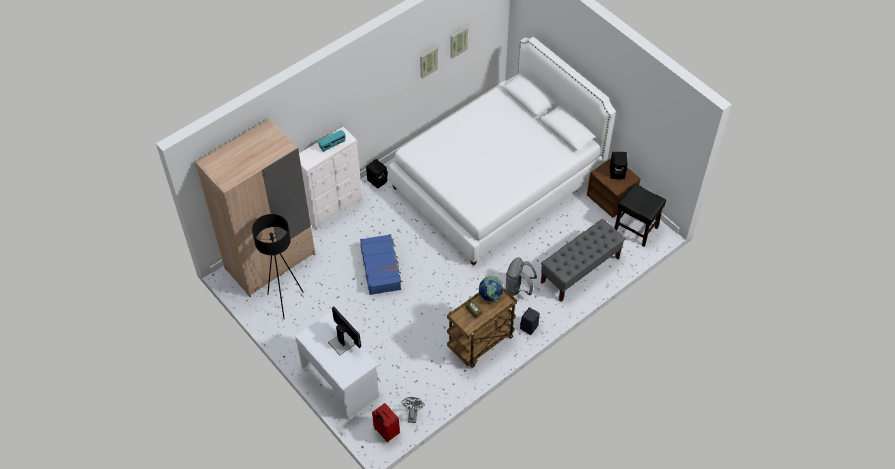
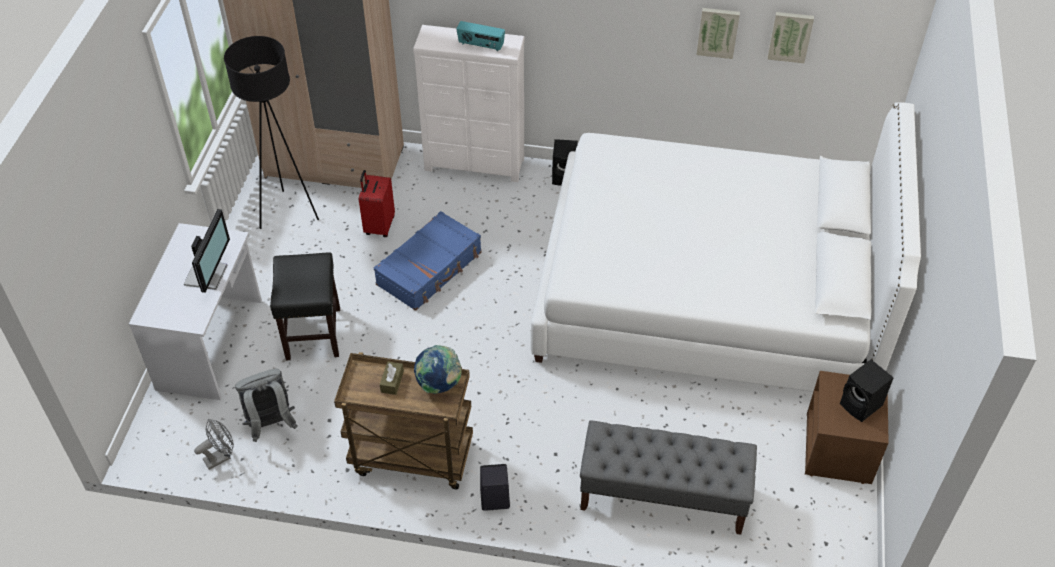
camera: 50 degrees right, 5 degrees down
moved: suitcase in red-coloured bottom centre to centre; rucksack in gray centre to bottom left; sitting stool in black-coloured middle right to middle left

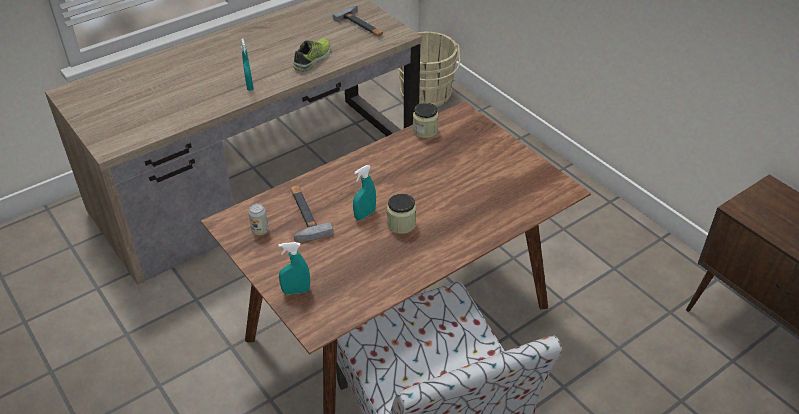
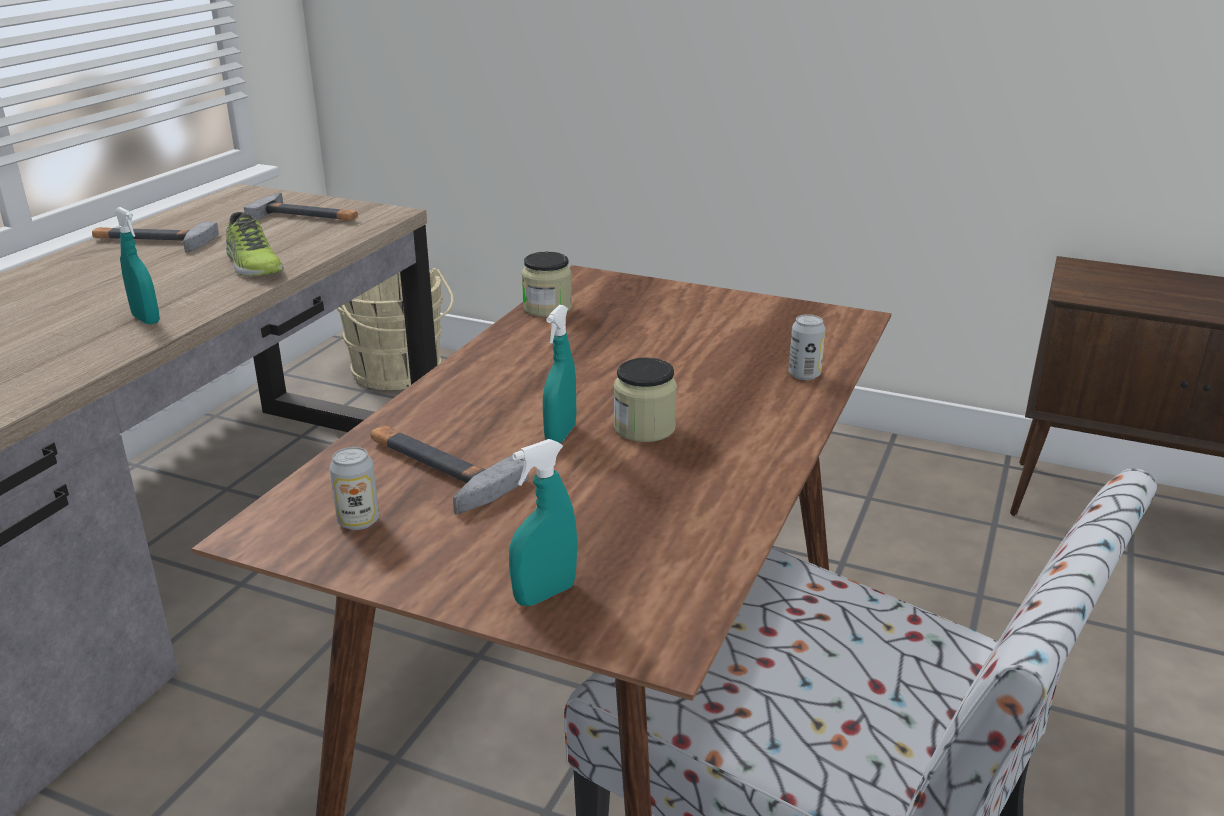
camera: 30 degrees left, 15 degrees down
added: tool hammer (1st from left) top left; can (2nd from left) centre
turned: shoe top centre = top left 150 degrees clockwise

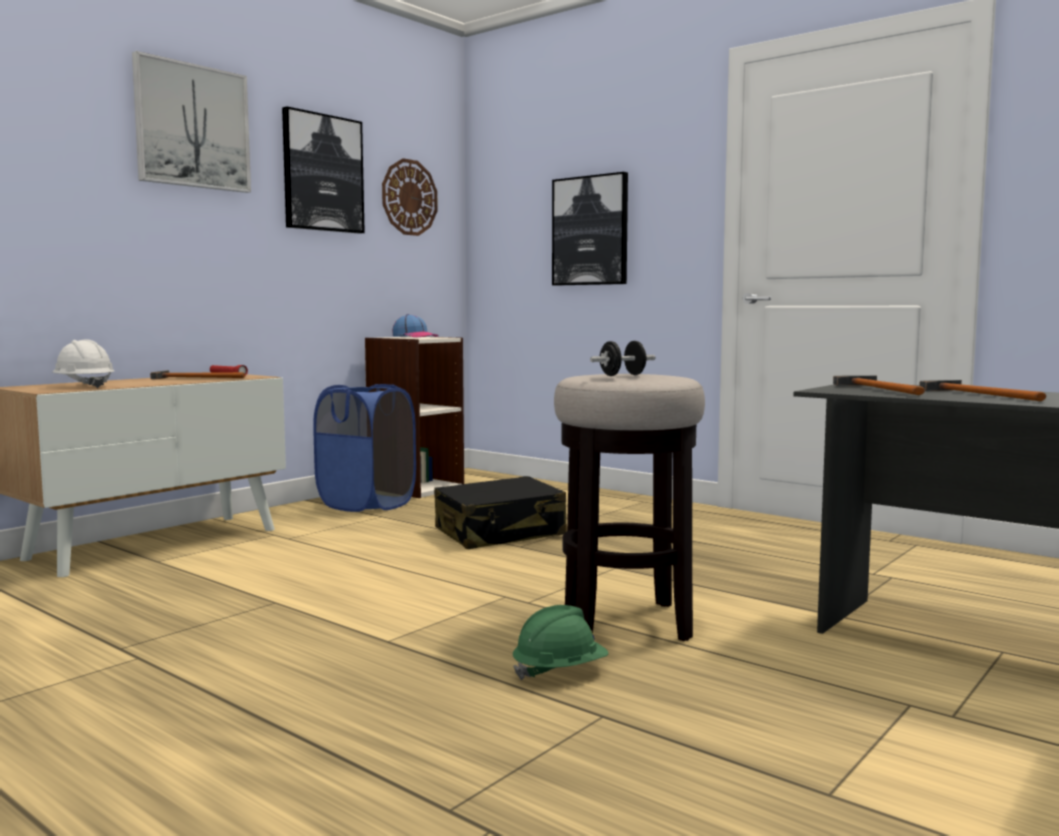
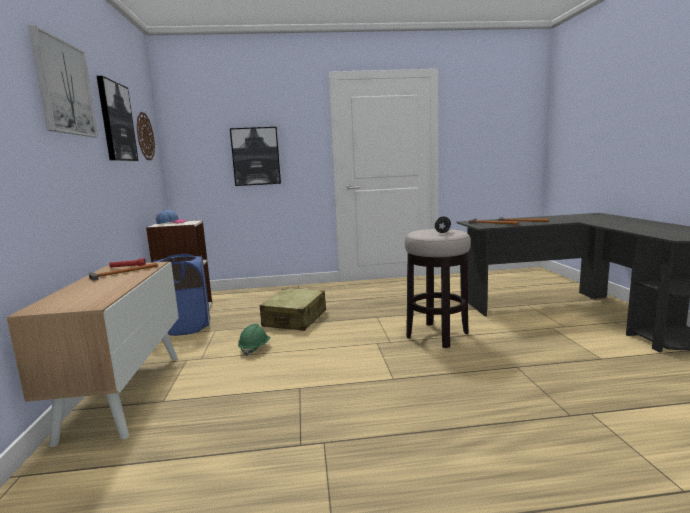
camera: 45 degrees left, 5 degrees up
removed: safety helmet in white middle left
moved: safety helmet in green-coloured bottom centre to centre
recoloured: suitcase in black-coloured centre to suitcase in sand-coloured centre

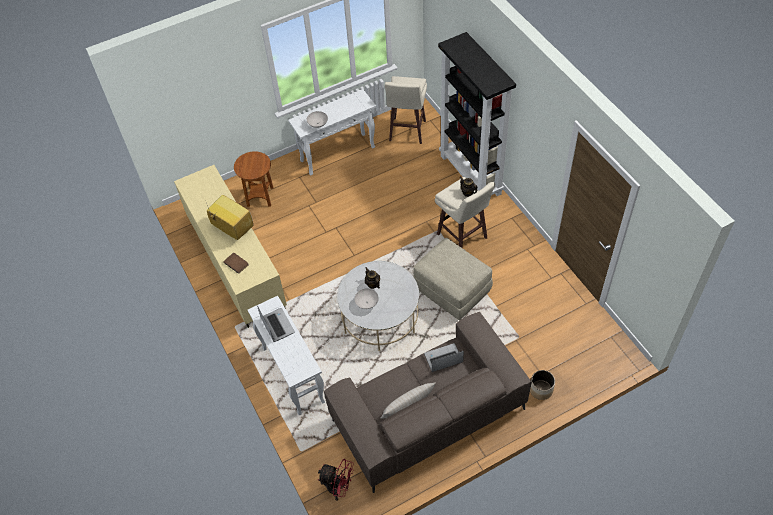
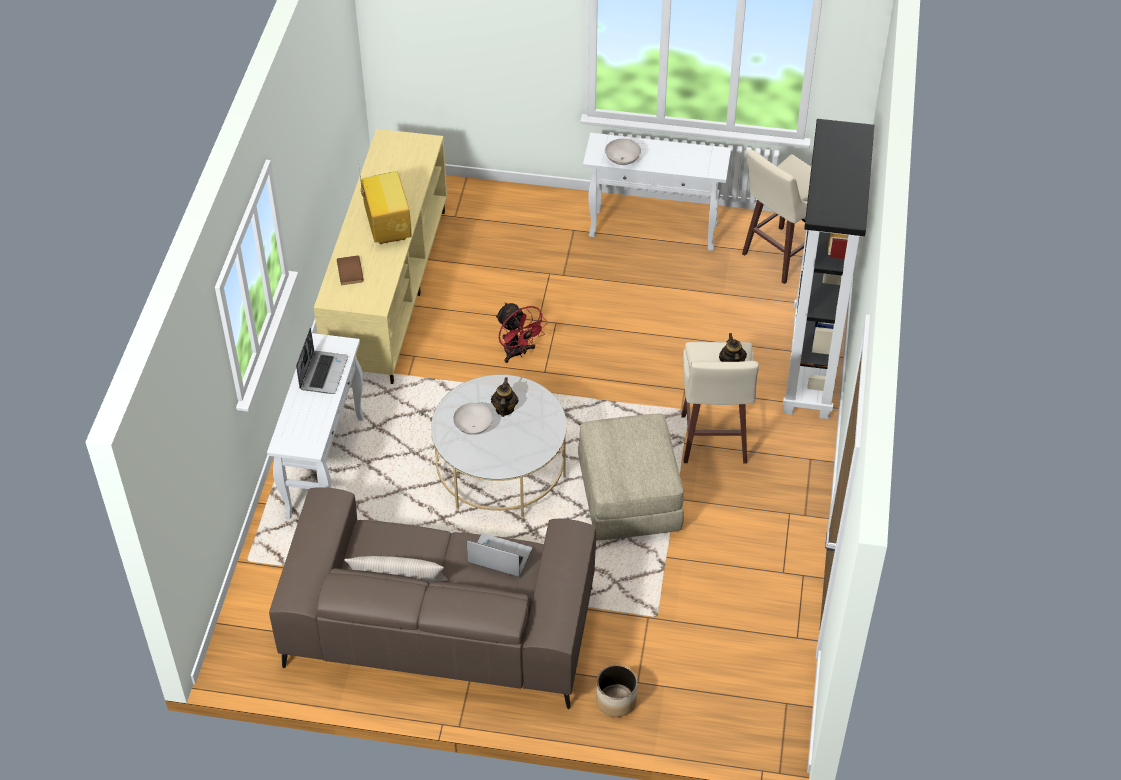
camera: 35 degrees right, 5 degrees down
removed: side table in brown-coloured middle left
moved: fan in red-coloured bottom centre to centre

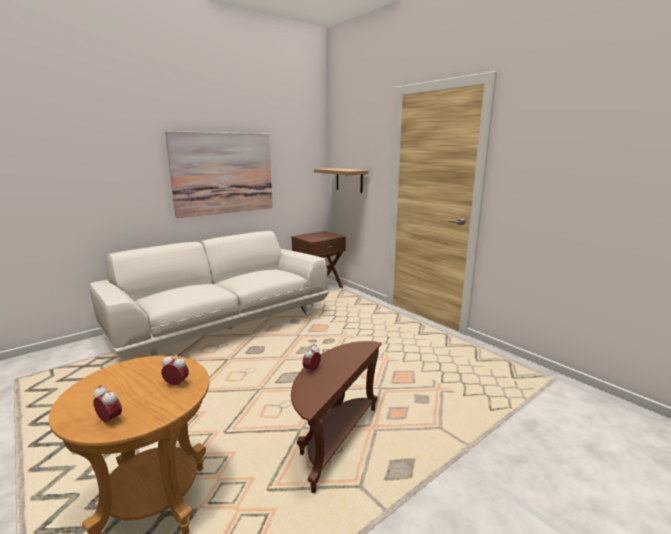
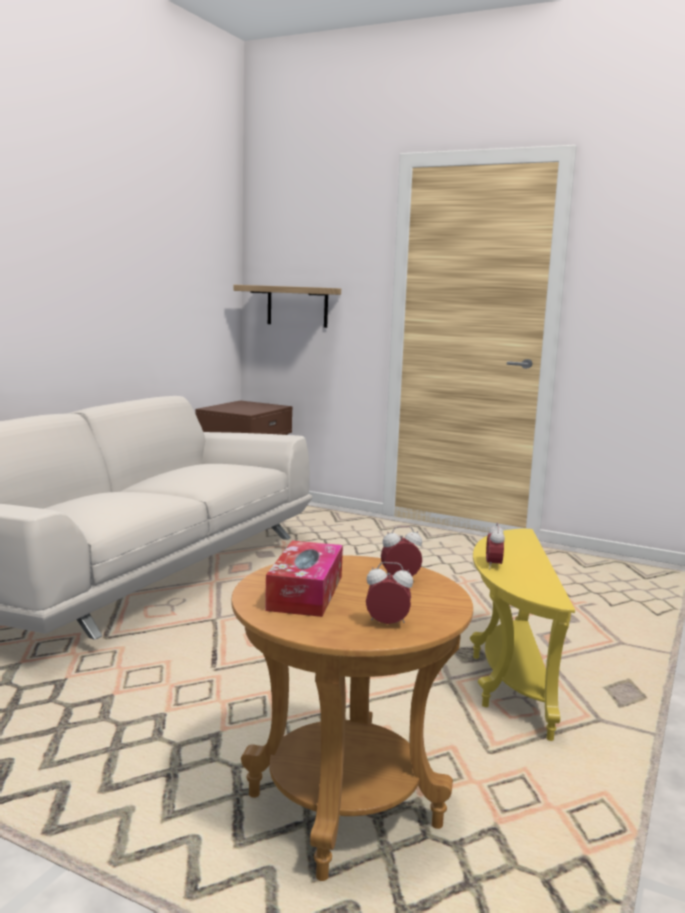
camera: 25 degrees left, 5 degrees down
removed: picture top left
added: tissue holder centre
recoloured: side table in brown-coloured (2nd from left) bottom centre to side table in yellow-coloured bottom right

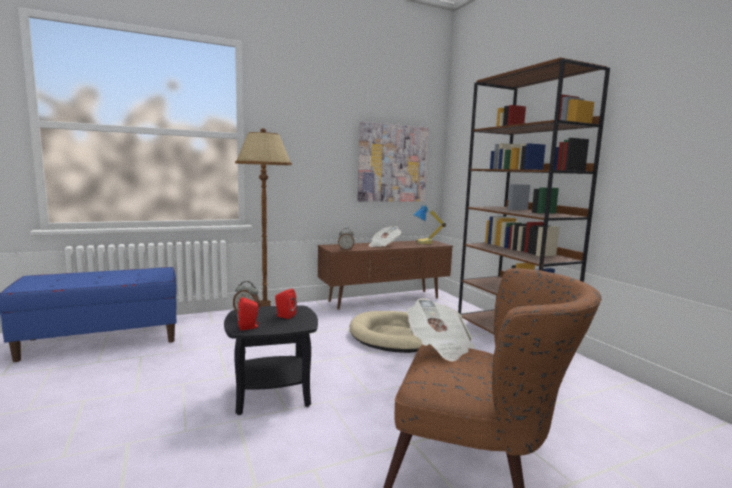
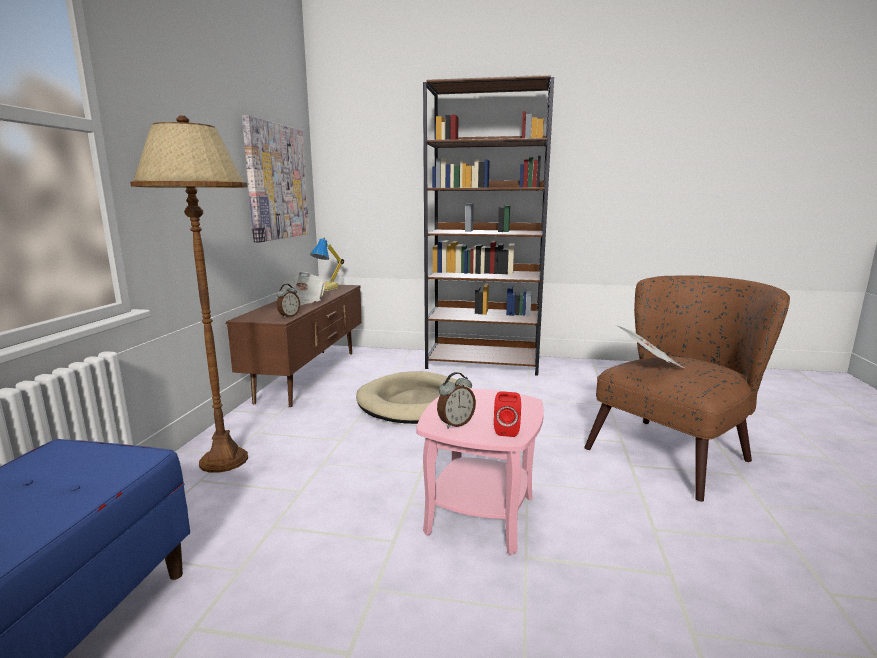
camera: 55 degrees left, 5 degrees up
removed: loudspeaker in red-coloured (2nd from left) centre
recoloured: side table in black-coloured bottom centre to side table in pink bottom centre

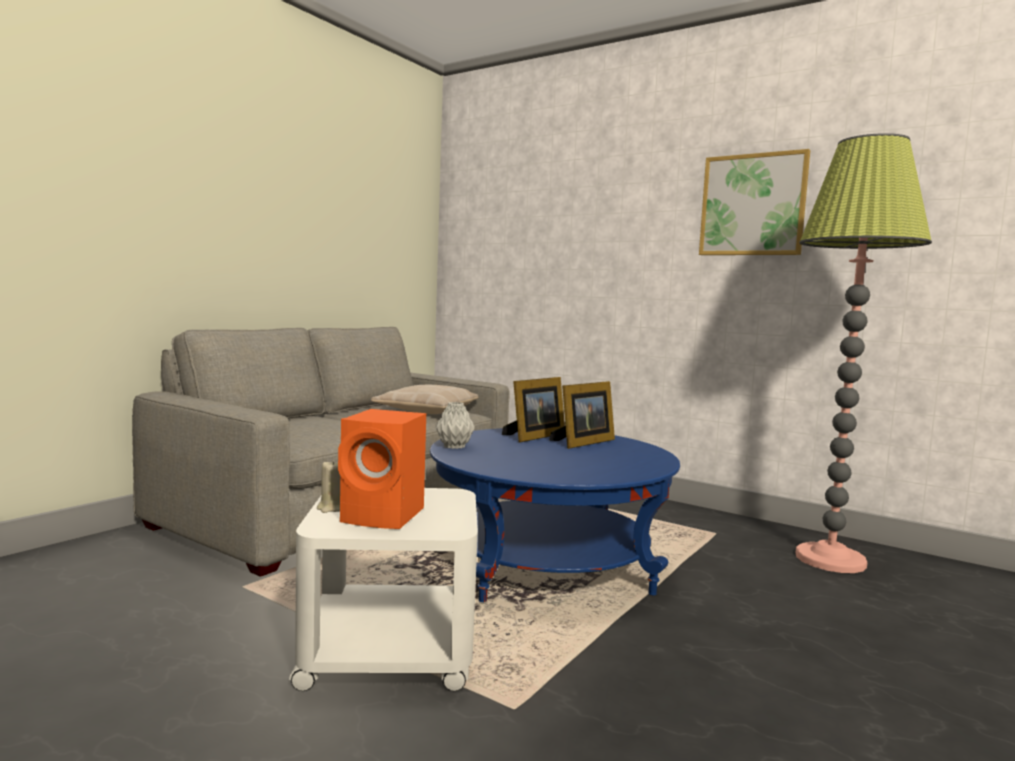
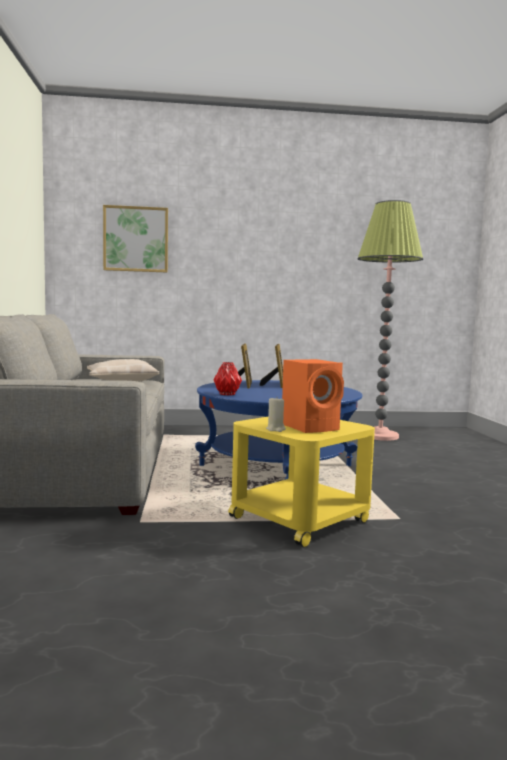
camera: 40 degrees left, 0 degrees up
moved: picture top right to top left
recoloured: side table in white bottom centre to side table in yellow-coloured centre; decorative vase in gray centre to decorative vase in red-coloured centre

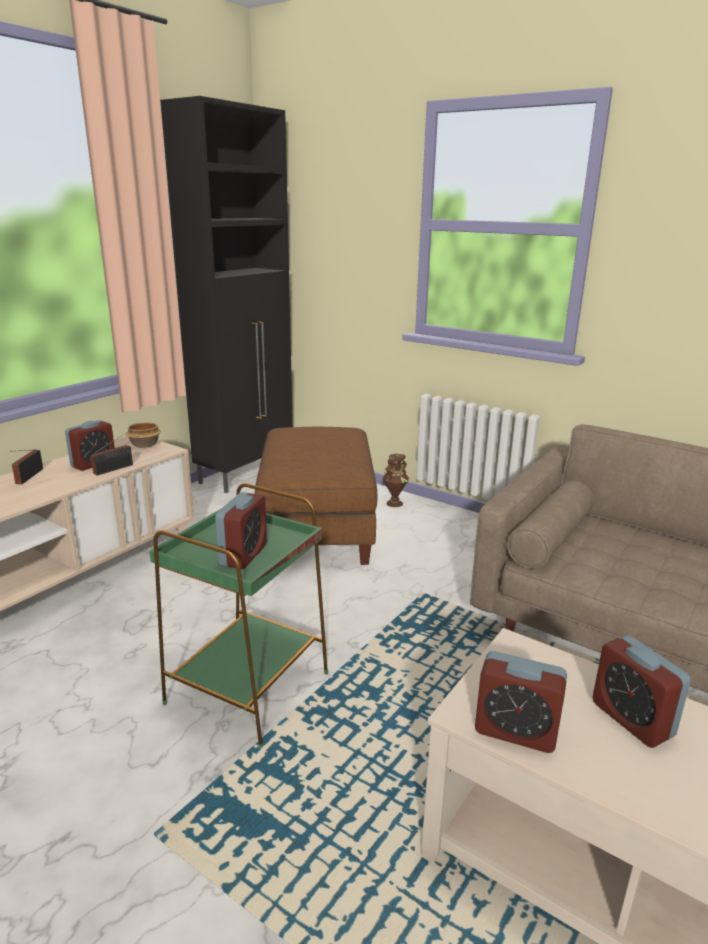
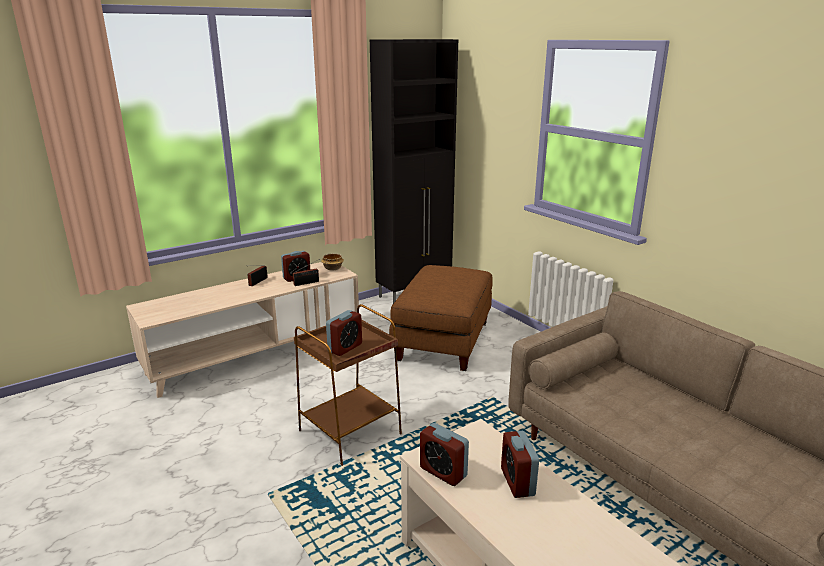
camera: 20 degrees right, 0 degrees up
removed: decorative vase in brown-coloured centre
recoloured: side table in green-coloured centre to side table in brown-coloured bottom centre

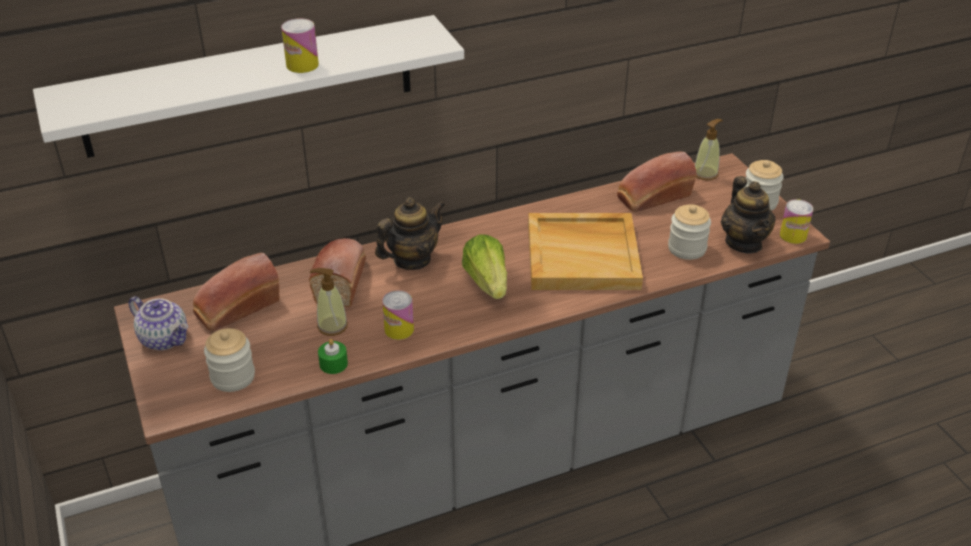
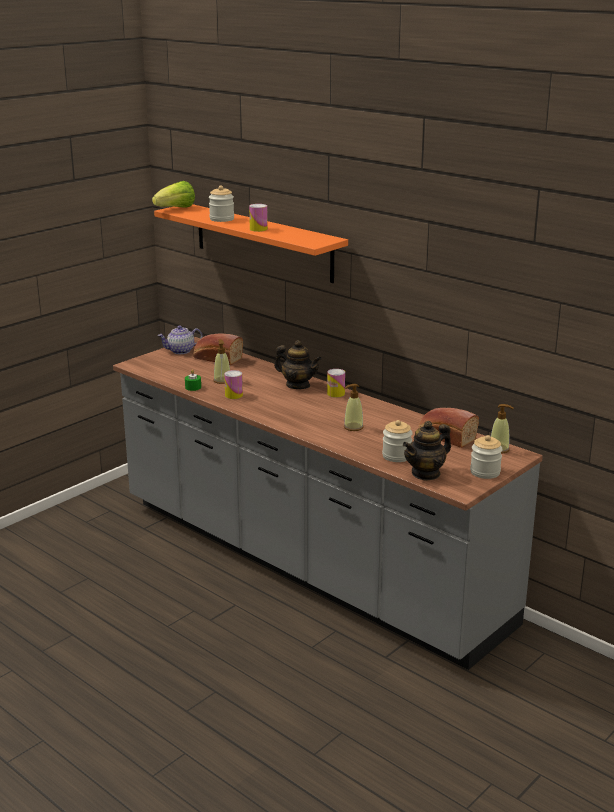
camera: 65 degrees right, 15 degrees down
removed: bakery bread (2nd from left) centre
moved: storage jar (1st from left) middle left to top centre; head of lettuce centre to top left; can (3rd from left) middle right to centre
replaced: tray in sand-coloured centre to soap bottle (2nd from left) centre
recoloured: bracket shelf in white top left to bracket shelf in orangey top centre
turned: tea pot (1st from left) middle left = middle left 60 degrees clockwise

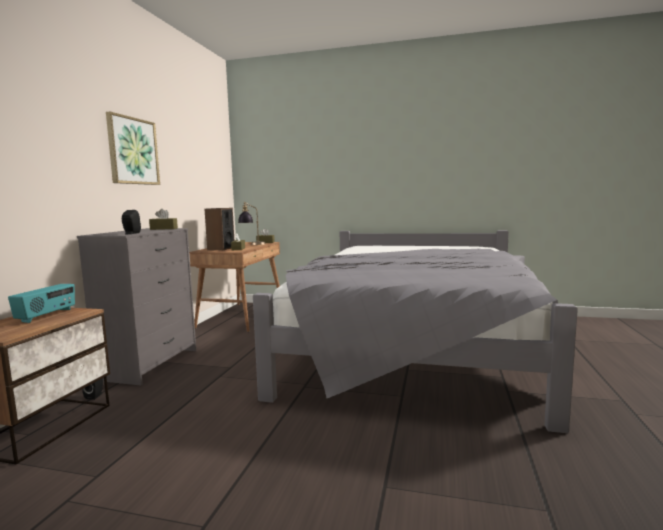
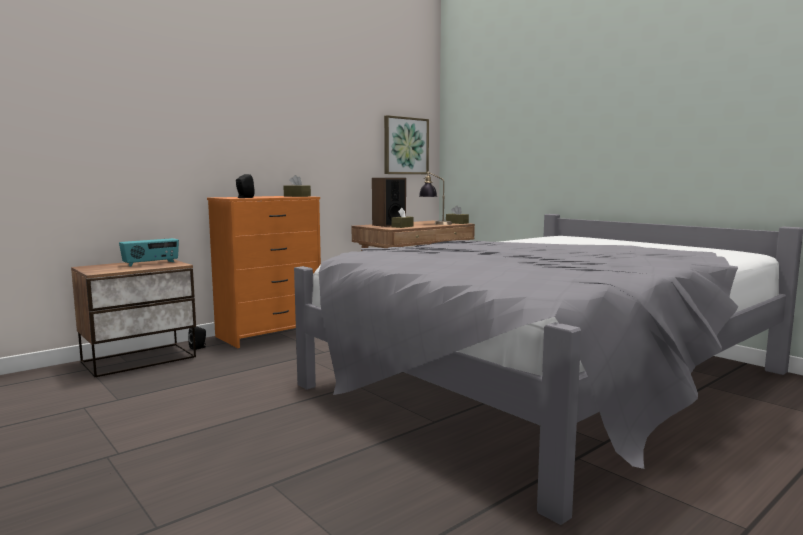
camera: 35 degrees right, 0 degrees up
moved: picture top left to top centre
recoloured: dresser in gray middle left to dresser in orangey middle left

